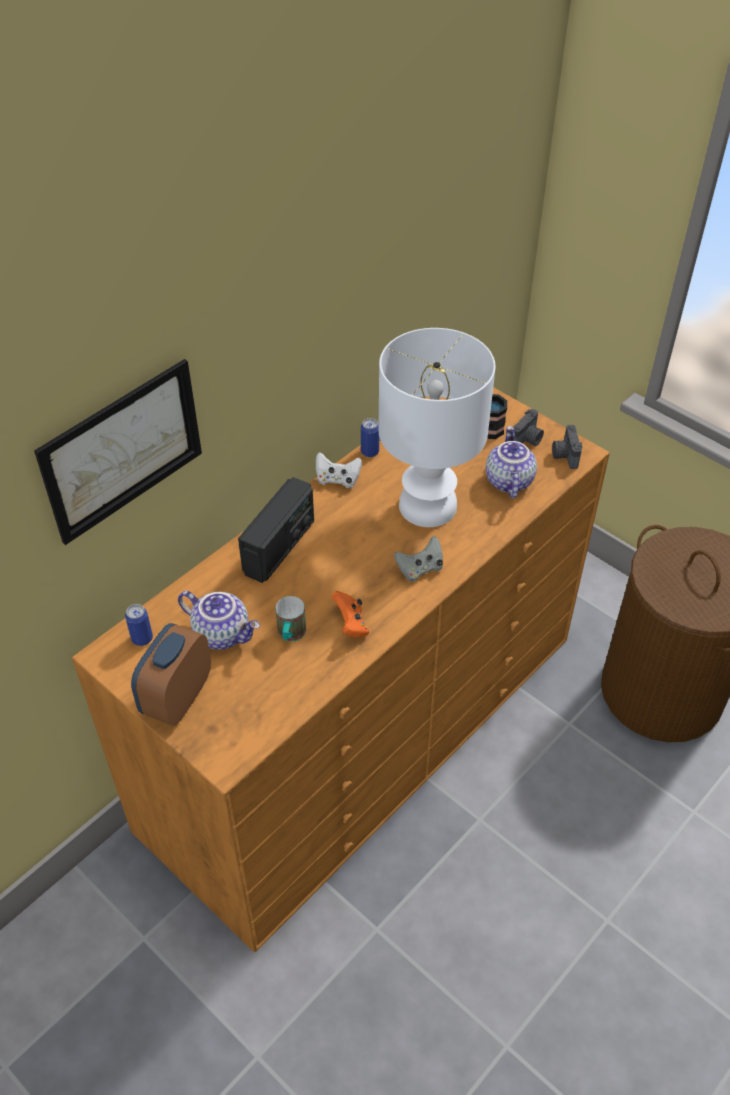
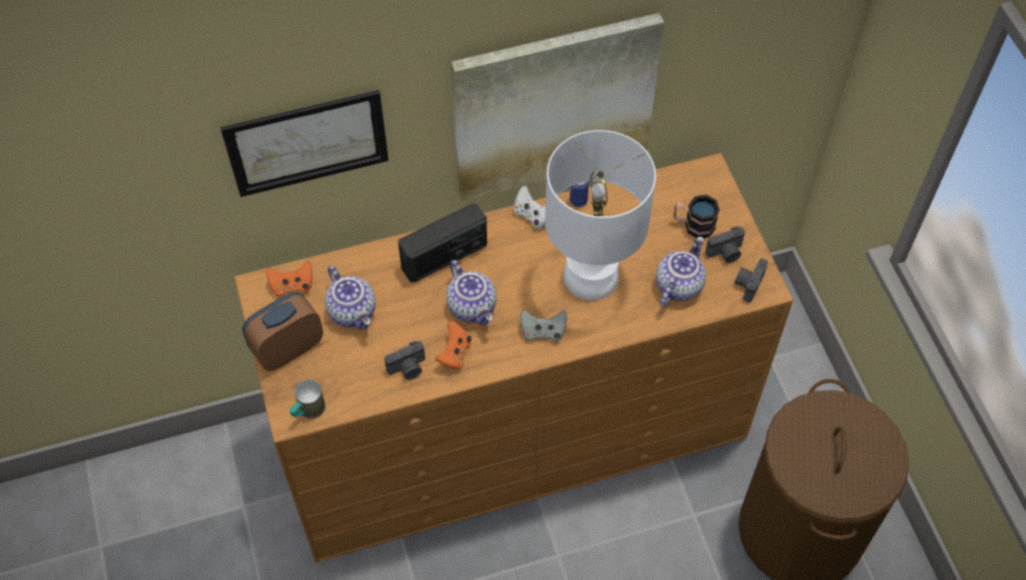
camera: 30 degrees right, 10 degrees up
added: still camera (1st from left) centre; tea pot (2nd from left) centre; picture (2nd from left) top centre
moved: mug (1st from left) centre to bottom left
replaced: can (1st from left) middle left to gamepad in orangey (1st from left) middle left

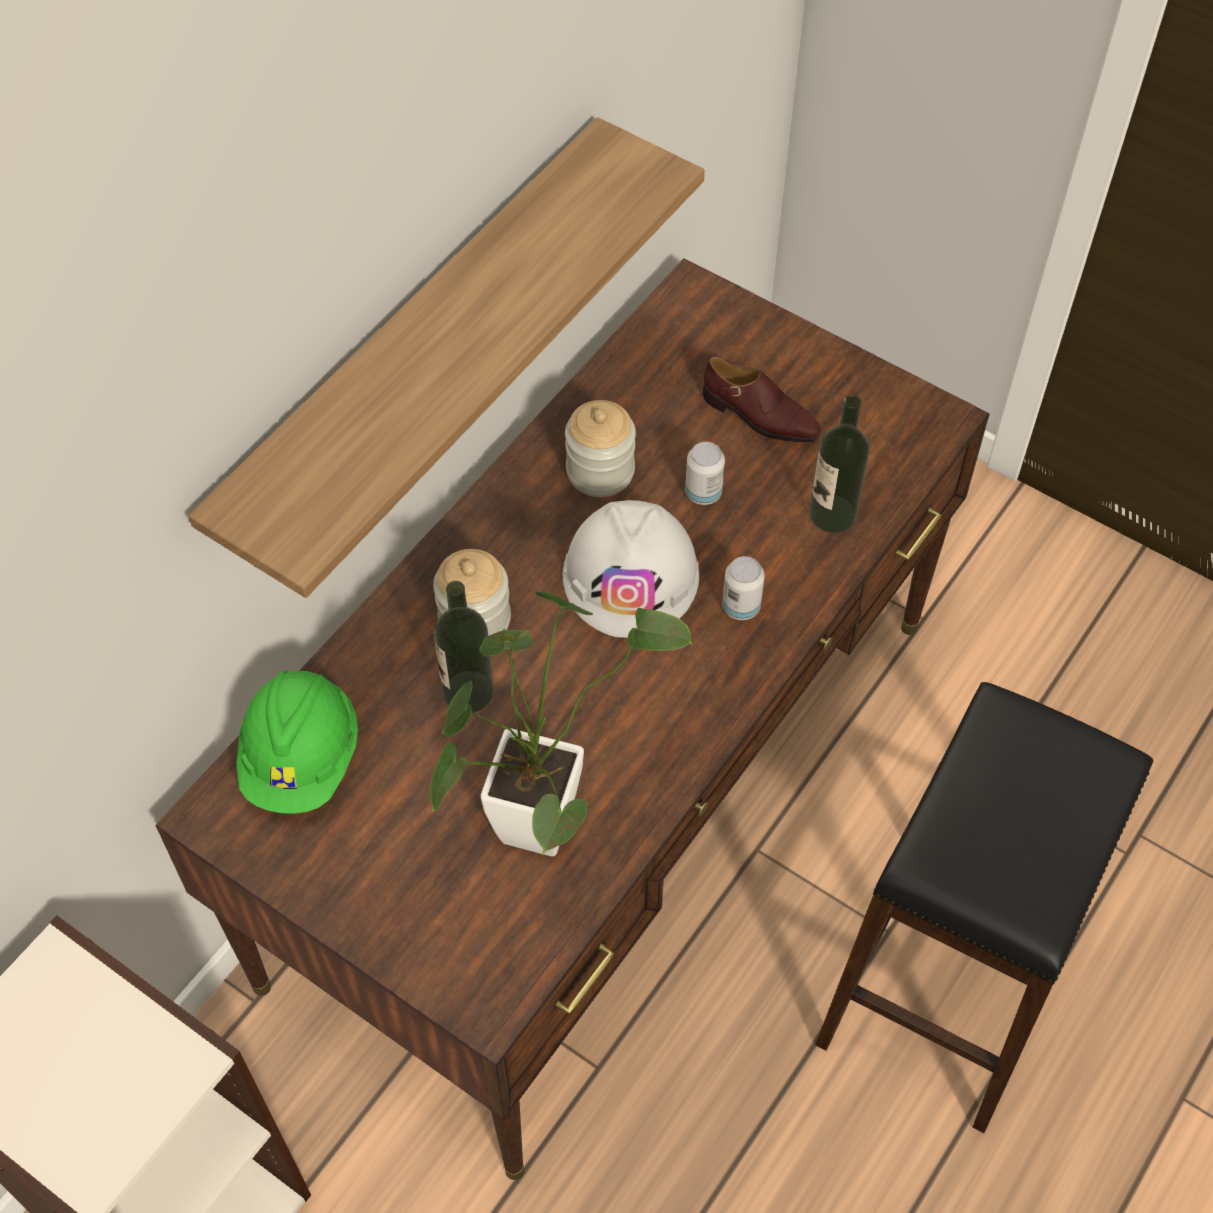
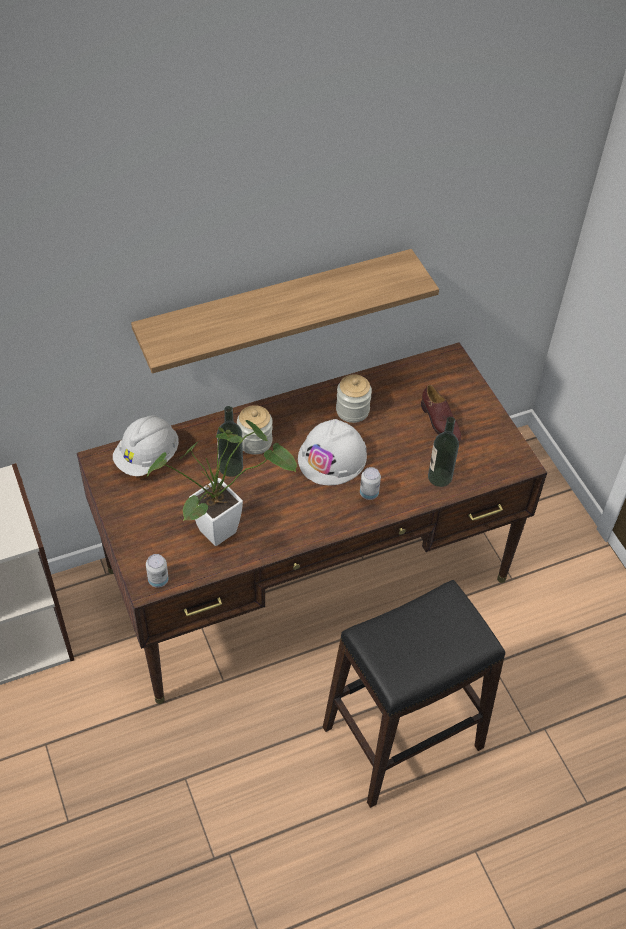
camera: 30 degrees right, 5 degrees down
moved: can (1st from left) centre to middle left
recoloured: safety helmet in green-coloured middle left to safety helmet in white (1st from left) middle left

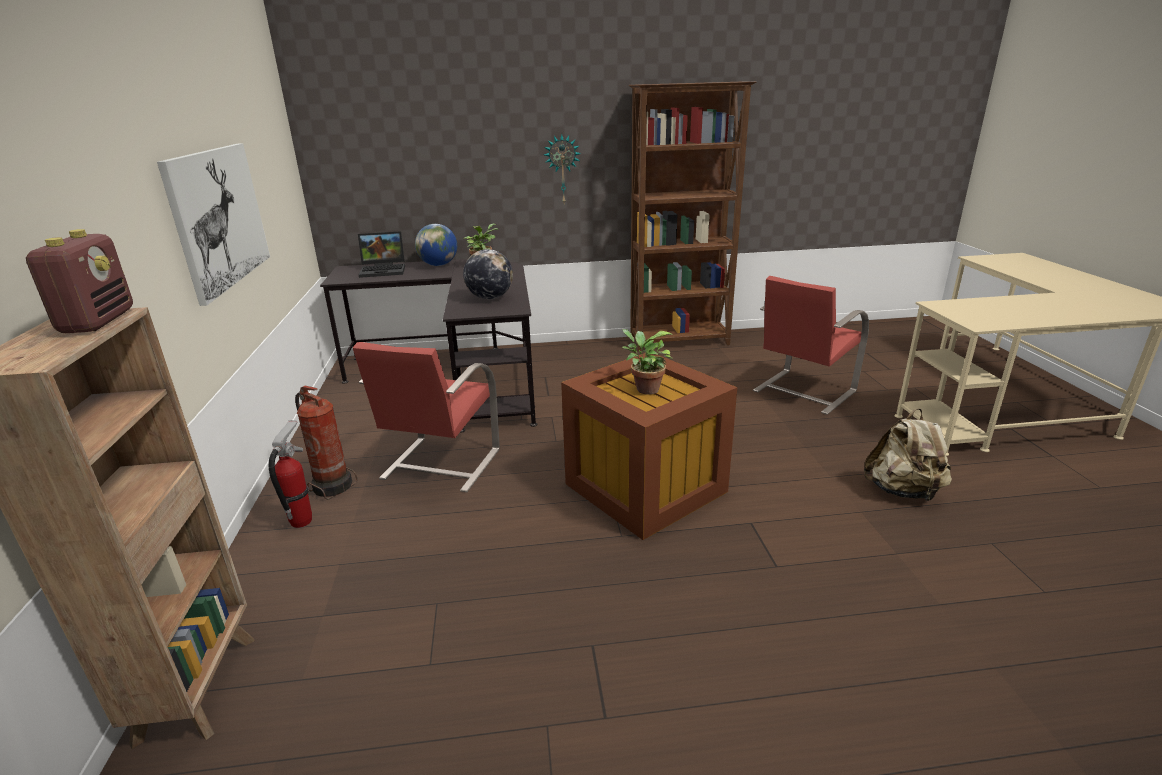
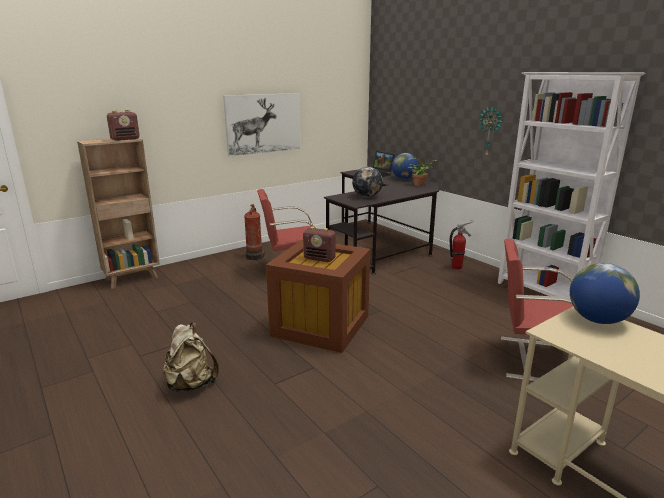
camera: 60 degrees right, 5 degrees down
added: desk globe (3rd from left) middle right
moved: extinguisher (1st from left in the first image) middle left to extinguisher (2nd from left) middle right; rucksack in sand-coloured middle right to bottom left
replaced: potted plant (2nd from left) centre to radio receiver (2nd from left) centre
recoloured: shelving unit in brown-coloured (2nd from left) top centre to shelving unit in white middle right

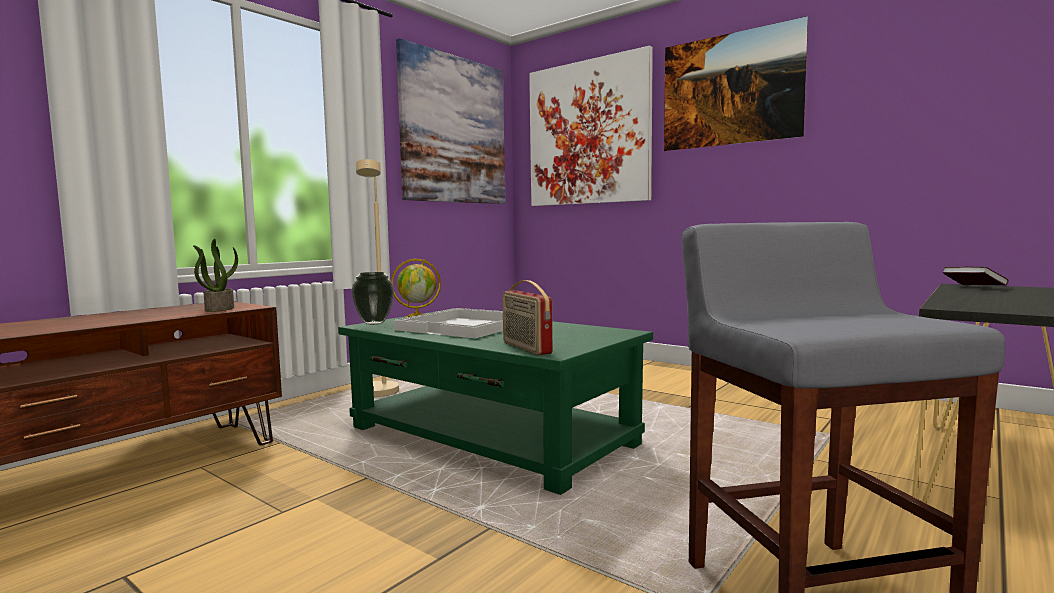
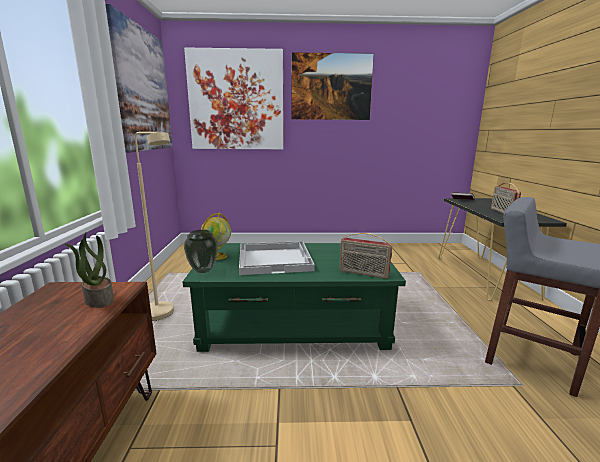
camera: 40 degrees left, 10 degrees up
added: radio receiver (2nd from left) middle right

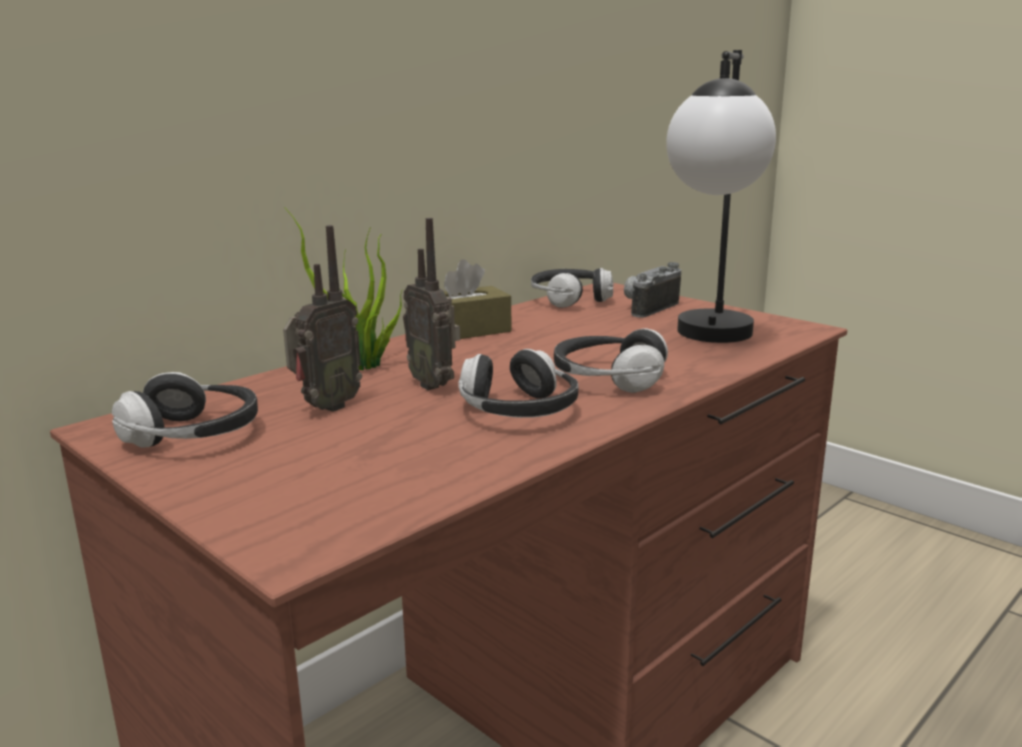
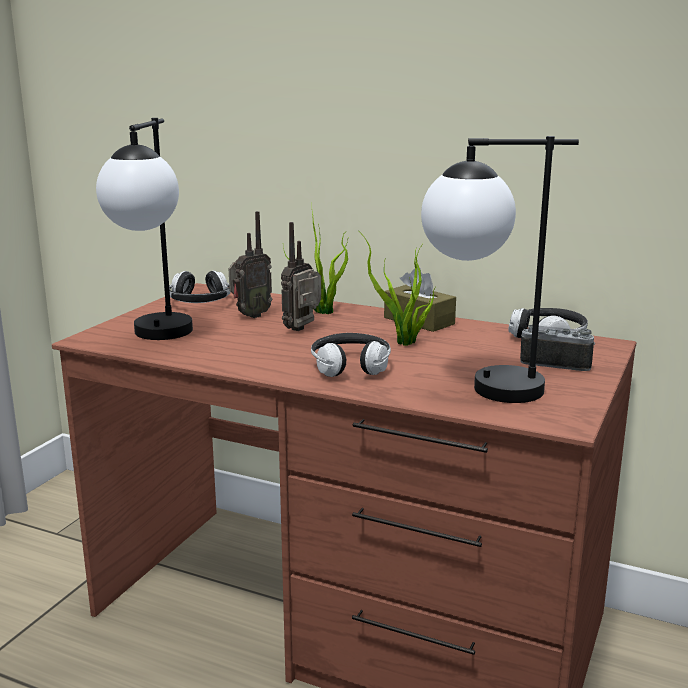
camera: 70 degrees right, 0 degrees up
removed: headphones (2nd from left) centre
added: table lamp (1st from left) top left; potted plant (2nd from left) centre
turned: radio receiver (1st from left) middle left = centre 60 degrees counterclockwise

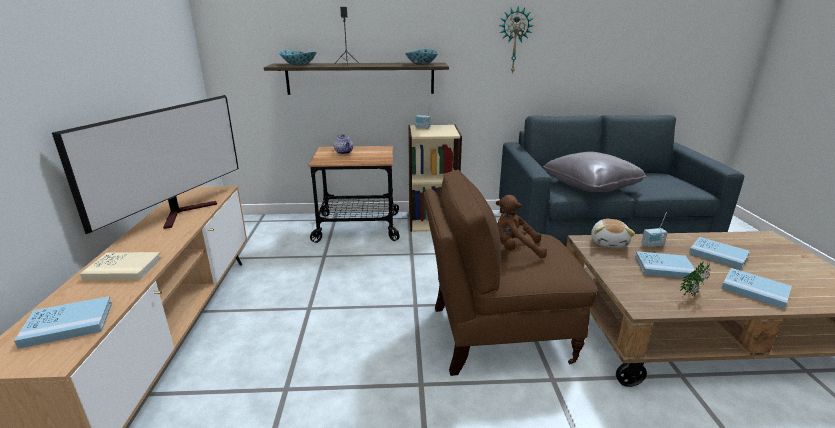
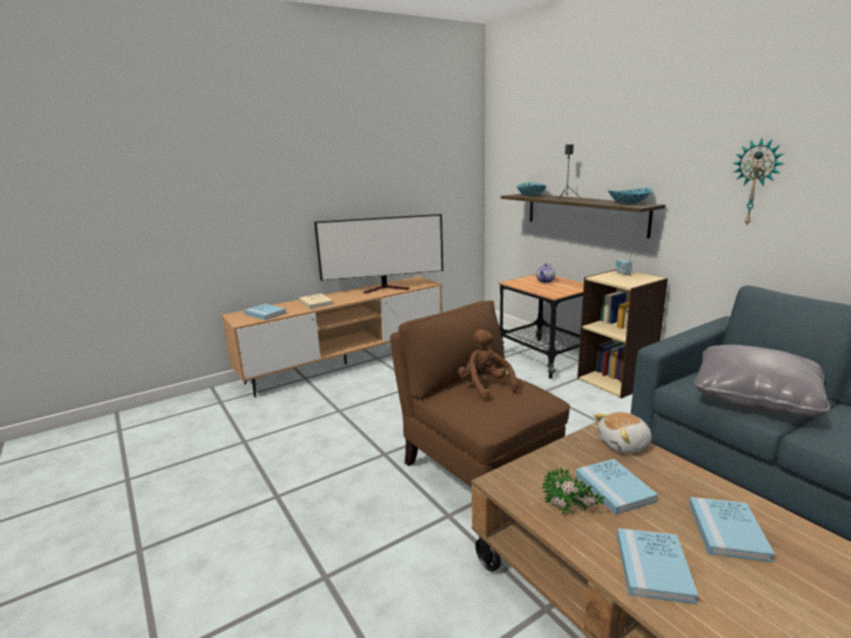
camera: 60 degrees right, 5 degrees down
removed: radio receiver (2nd from left) middle right

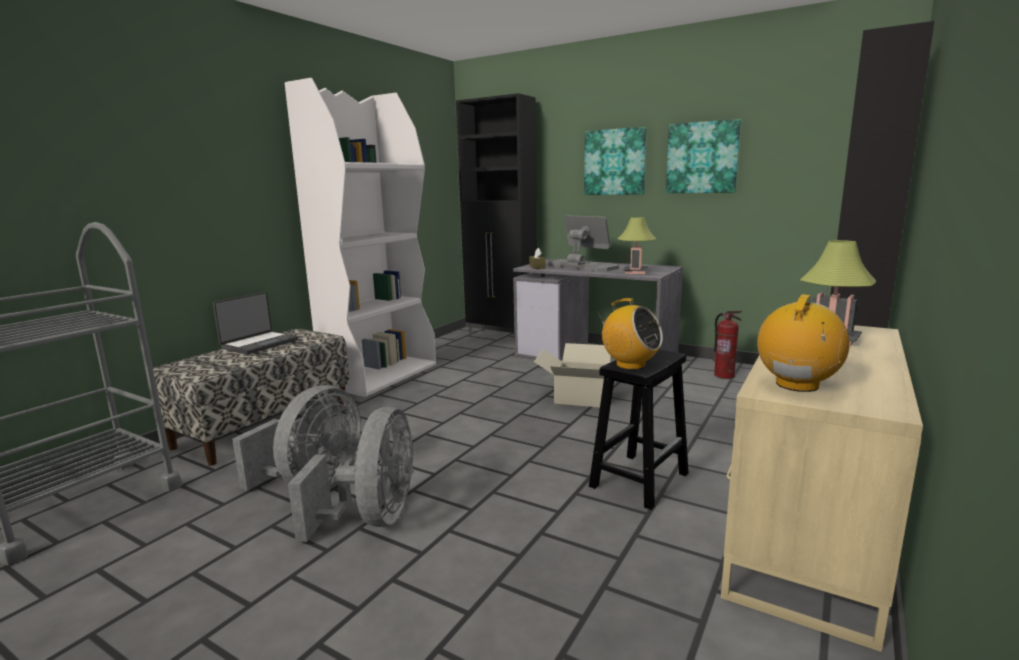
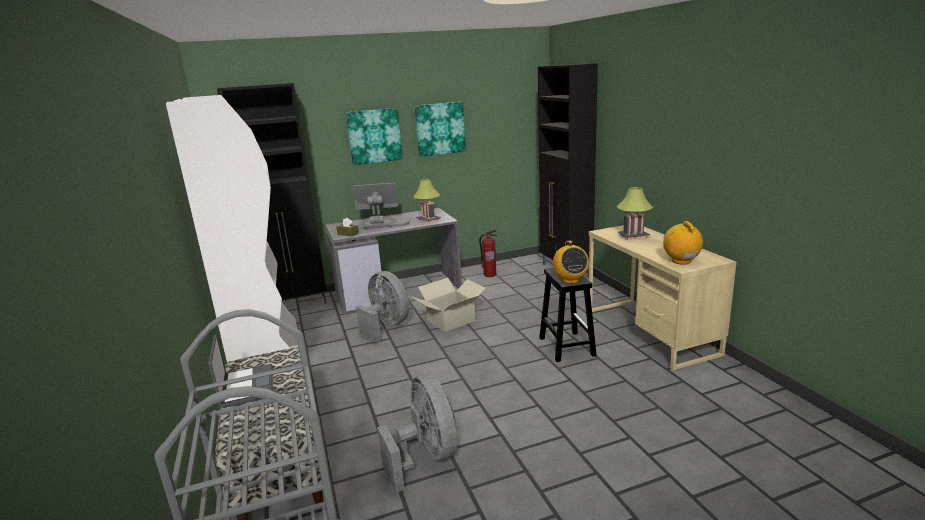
camera: 50 degrees left, 5 degrees up
moved: fan in gray (2nd from left in the first image) bottom centre to fan in gray (1st from left) centre
turned: radio receiver (1st from left) centre = centre 90 degrees clockwise

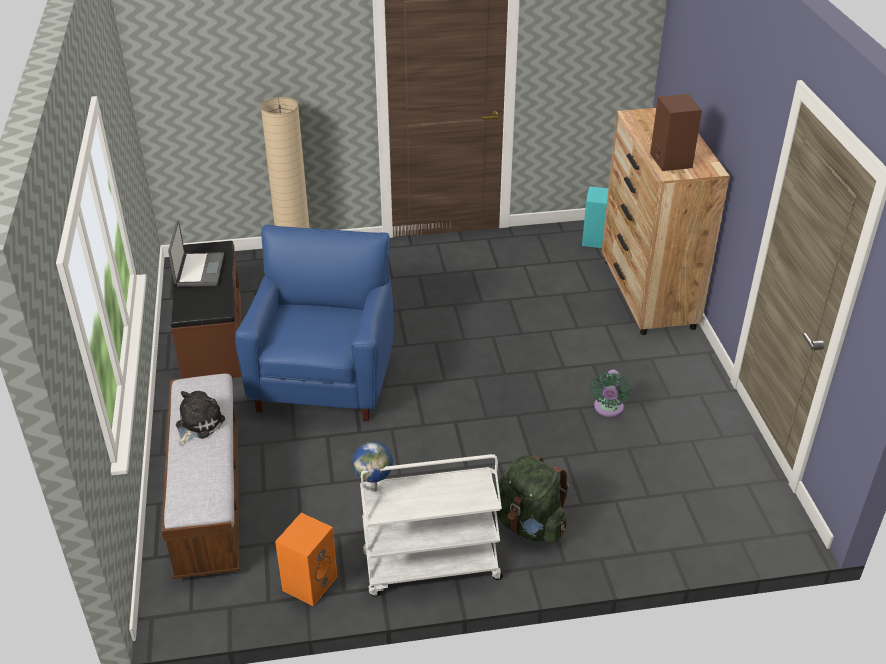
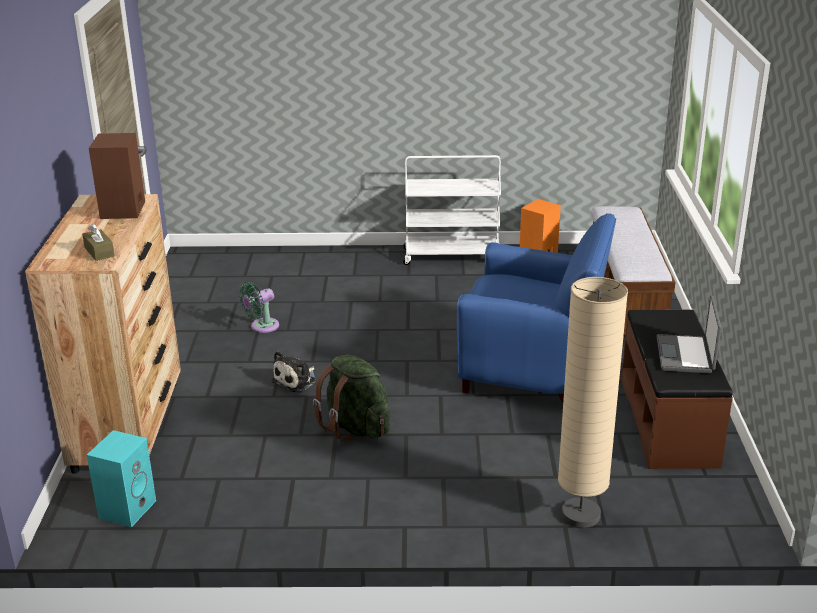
camera: 170 degrees left, 10 degrees down
removed: desk globe bottom centre
added: tissue holder in brown-coloured middle left
moved: cuddly toy middle left to centre; rucksack in green-coloured bottom centre to centre
turned: armchair in bluish centre = centre 90 degrees counterclockwise; fan in green-coloured middle right = middle left 150 degrees counterclockwise

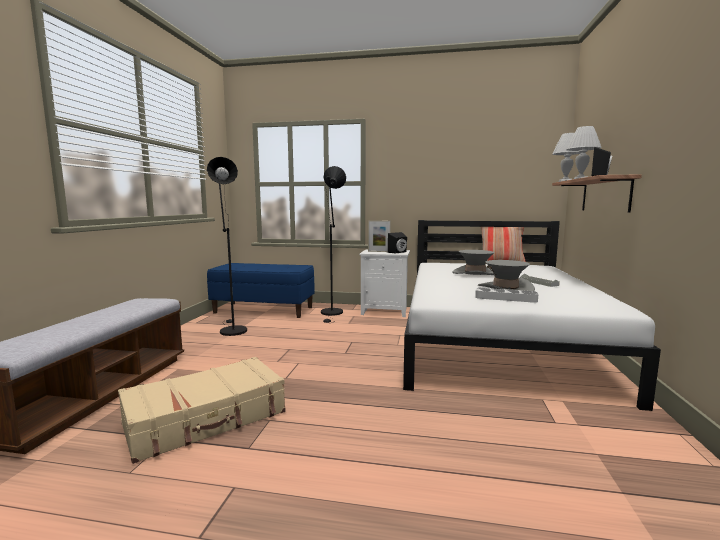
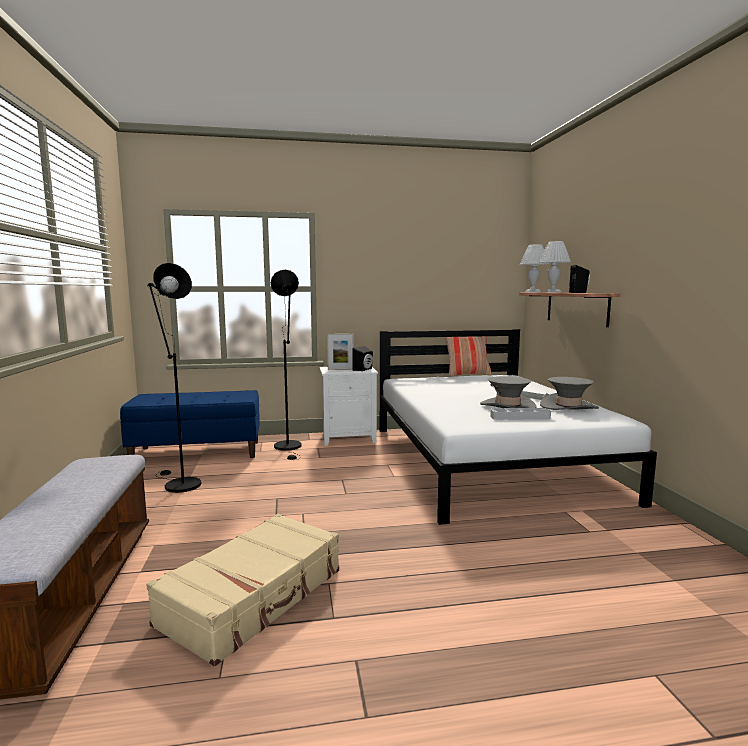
camera: 20 degrees left, 0 degrees up
moved: clothing hat in gray (1st from left in the first image) centre to clothing hat in gray (2nd from left) middle right

